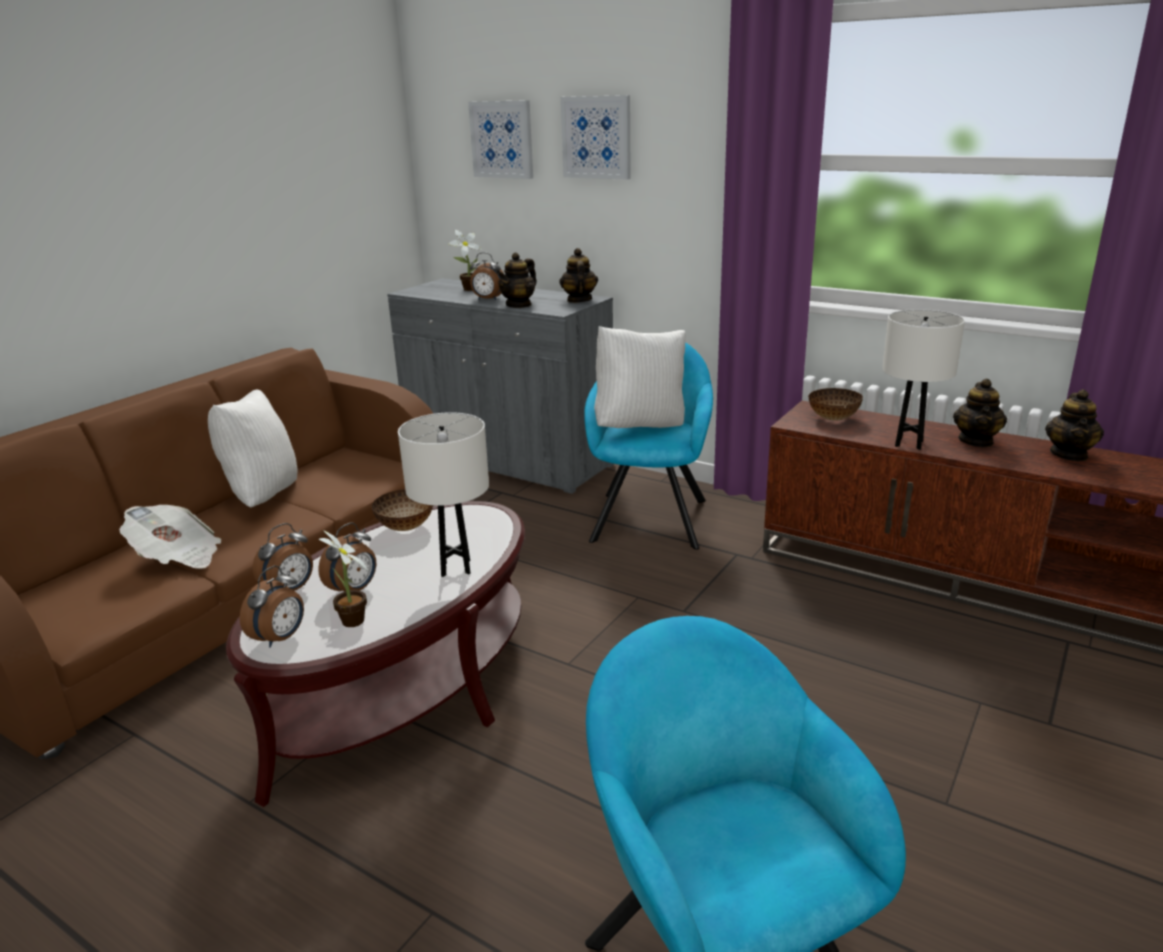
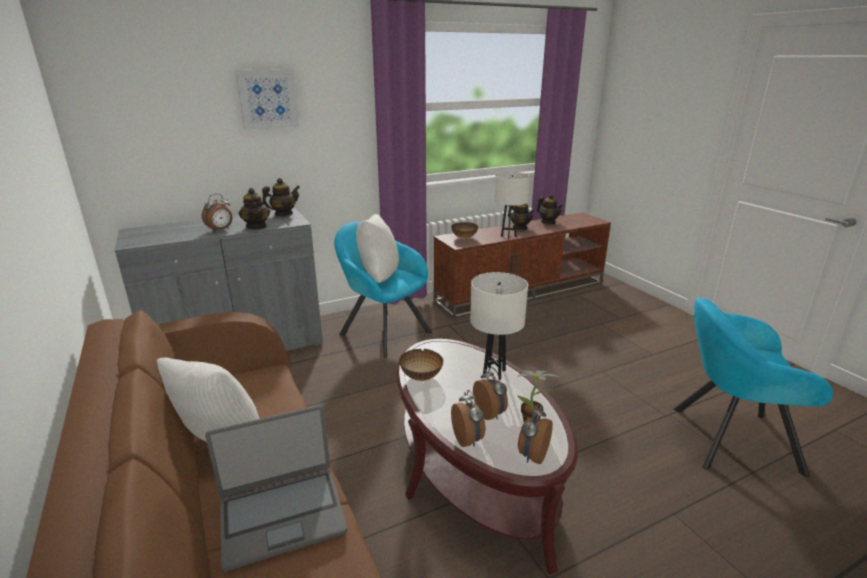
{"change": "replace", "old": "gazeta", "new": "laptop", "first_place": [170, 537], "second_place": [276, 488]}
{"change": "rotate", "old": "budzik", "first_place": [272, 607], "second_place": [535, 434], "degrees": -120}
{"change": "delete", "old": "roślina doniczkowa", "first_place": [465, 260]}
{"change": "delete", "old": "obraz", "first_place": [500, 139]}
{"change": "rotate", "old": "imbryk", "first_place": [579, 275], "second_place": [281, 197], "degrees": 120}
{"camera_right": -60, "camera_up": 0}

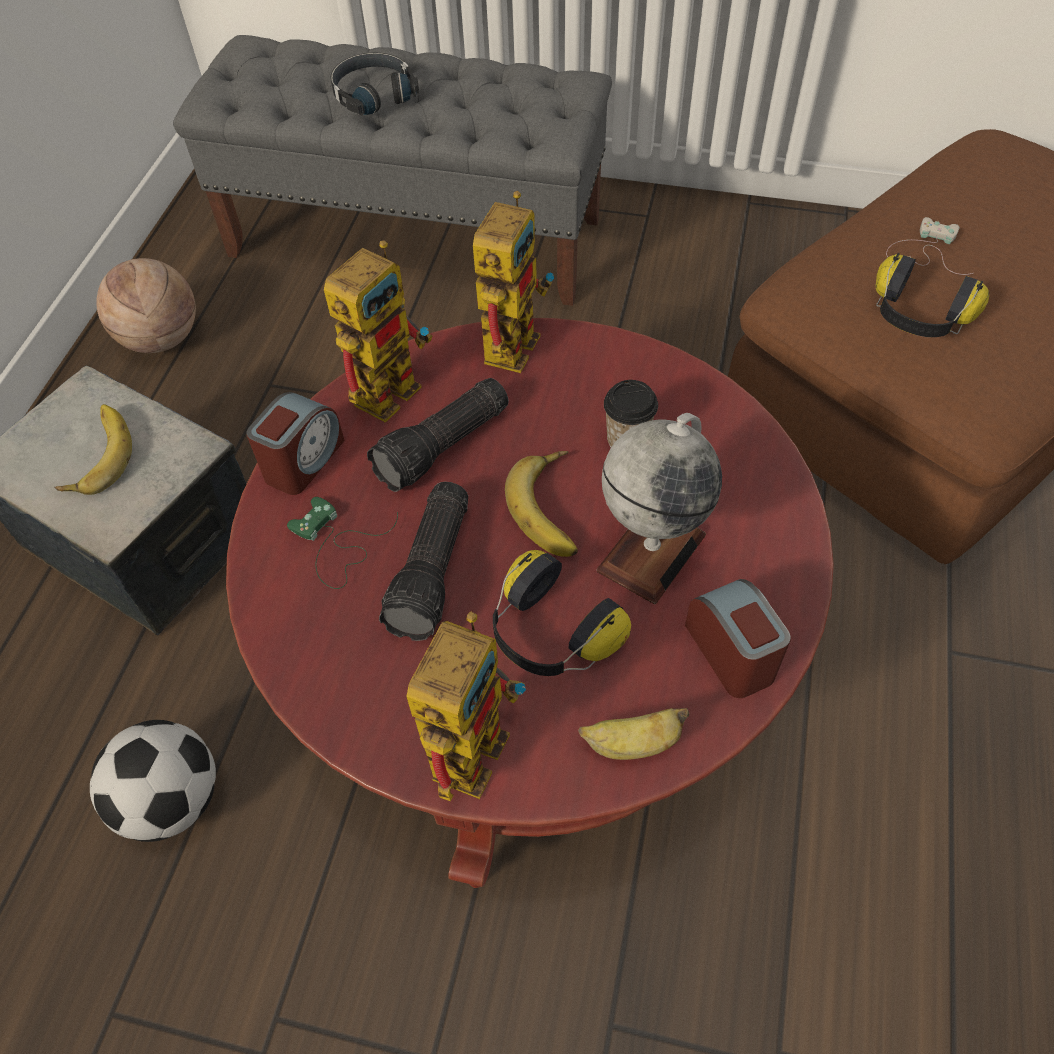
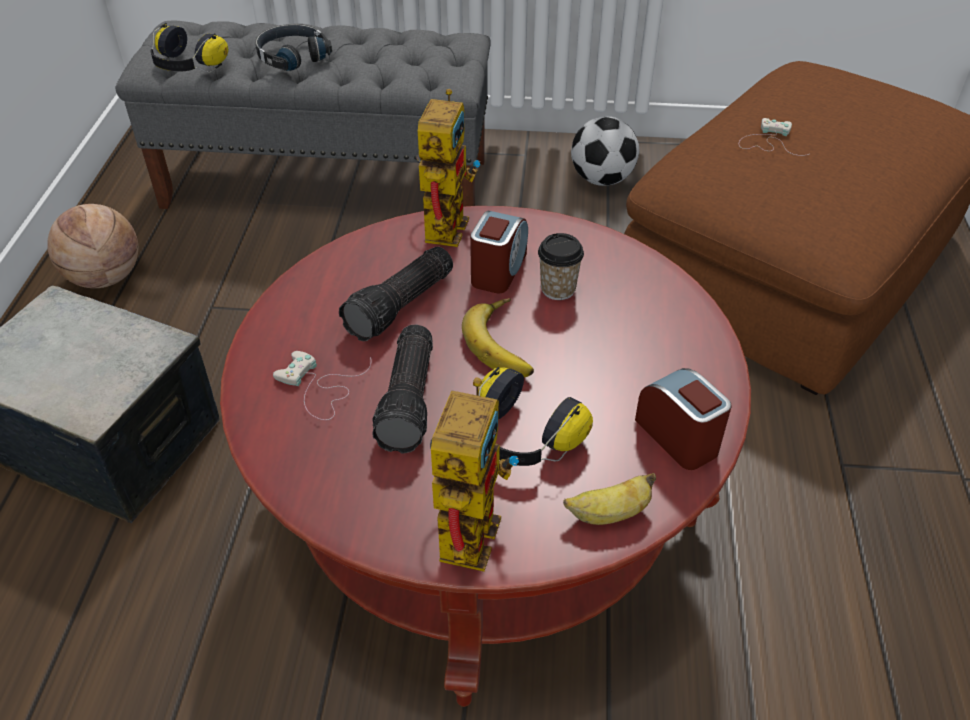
{"change": "delete", "old": "banan", "first_place": [93, 449]}
{"change": "move", "old": "piłka futbolowa", "first_place": [153, 781], "second_place": [605, 151]}
{"change": "move", "old": "budzik", "first_place": [295, 443], "second_place": [499, 252]}
{"change": "recolor", "old": "pad do gier [zielony]", "new": "pad do gier [biały]", "first_place": [342, 543], "second_place": [322, 385]}
{"change": "delete", "old": "robot zabawkowy", "first_place": [378, 331]}
{"change": "delete", "old": "globus", "first_place": [659, 508]}
{"change": "move", "old": "słuchawki", "first_place": [932, 295], "second_place": [190, 48]}
{"camera_right": -10, "camera_up": -10}

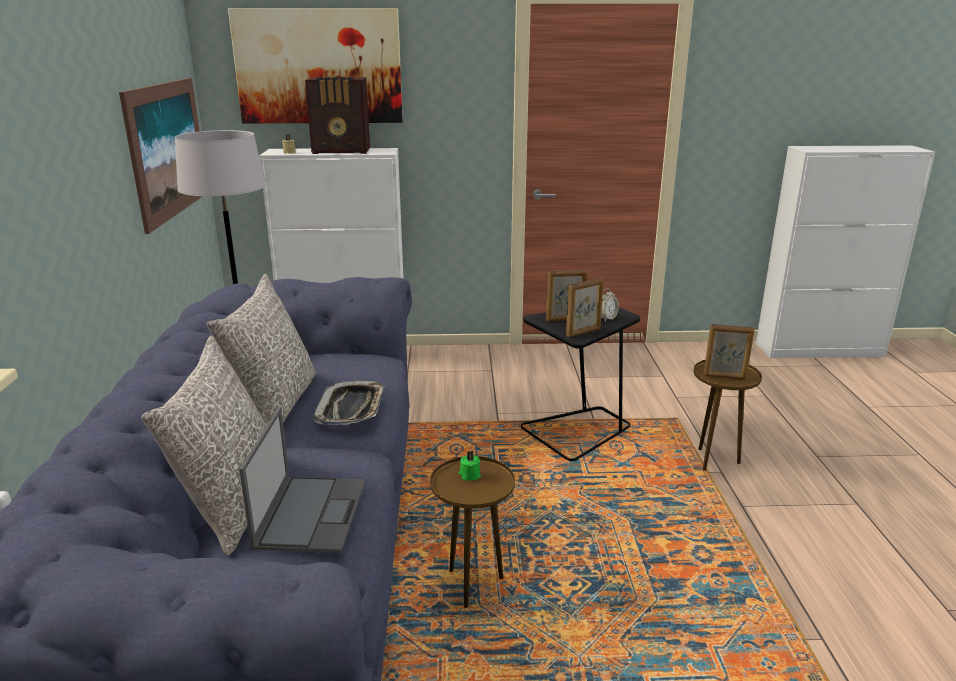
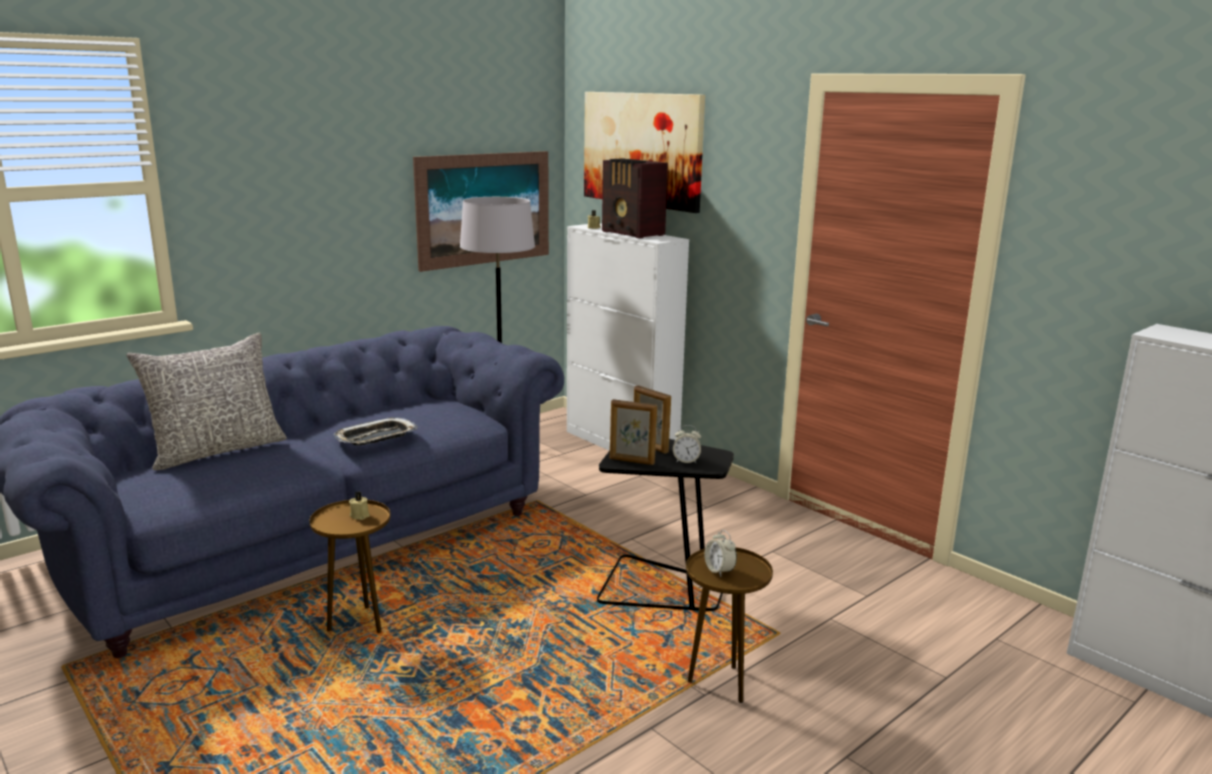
{"change": "delete", "old": "poduszka [szary]", "first_place": [261, 350]}
{"change": "delete", "old": "laptop", "first_place": [302, 480]}
{"change": "recolor", "old": "świeca [zielony]", "new": "świeca [beżowy]", "first_place": [469, 465], "second_place": [359, 506]}
{"change": "replace", "old": "ramka na zdjęcie", "new": "budzik", "first_place": [729, 352], "second_place": [720, 553]}
{"camera_right": 50, "camera_up": -5}

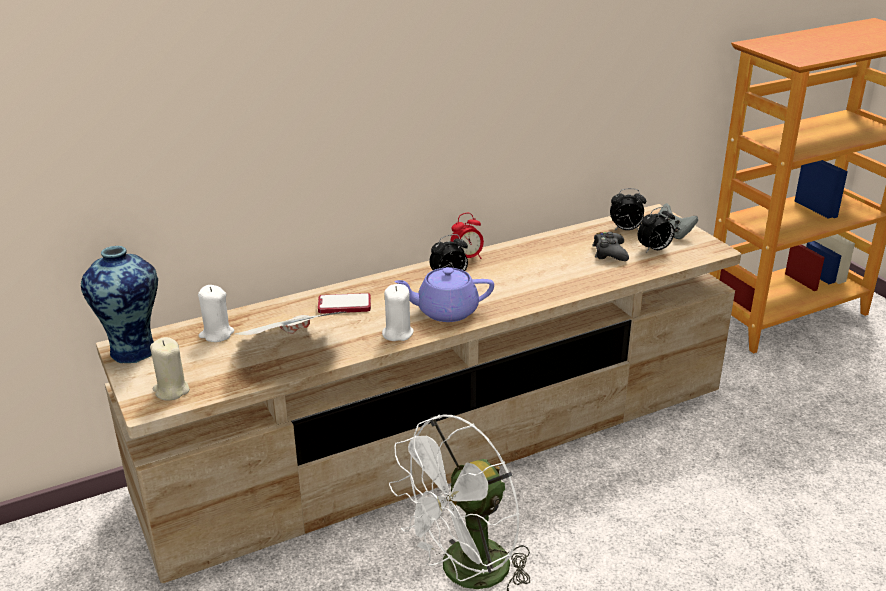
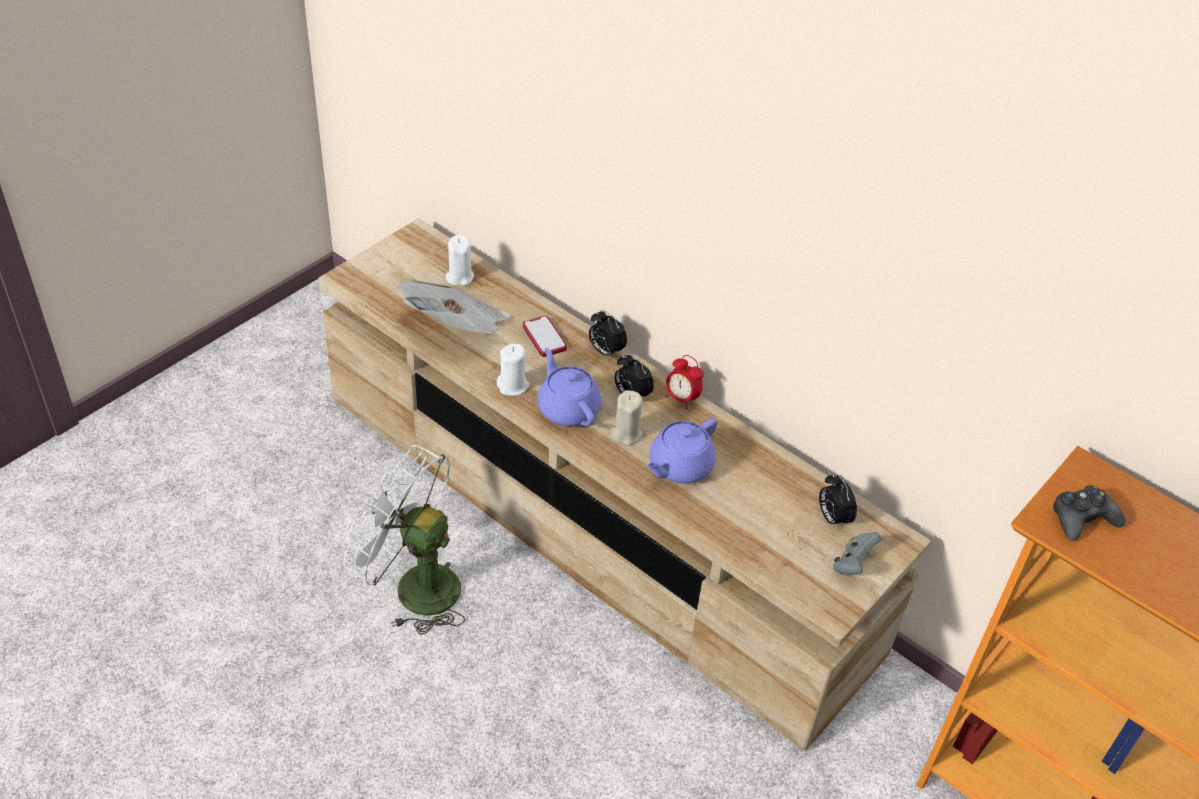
{"change": "delete", "old": "wazon", "first_place": [119, 304]}
{"change": "move", "old": "świeca [beżowy]", "first_place": [170, 369], "second_place": [626, 418]}
{"change": "move", "old": "pad do gier [czarny]", "first_place": [610, 246], "second_place": [1089, 513]}
{"change": "move", "old": "budzik", "first_place": [656, 229], "second_place": [608, 334]}
{"change": "insert", "new": "imbryk [fioletowy]", "second_place": [682, 450]}
{"camera_right": 65, "camera_up": 15}

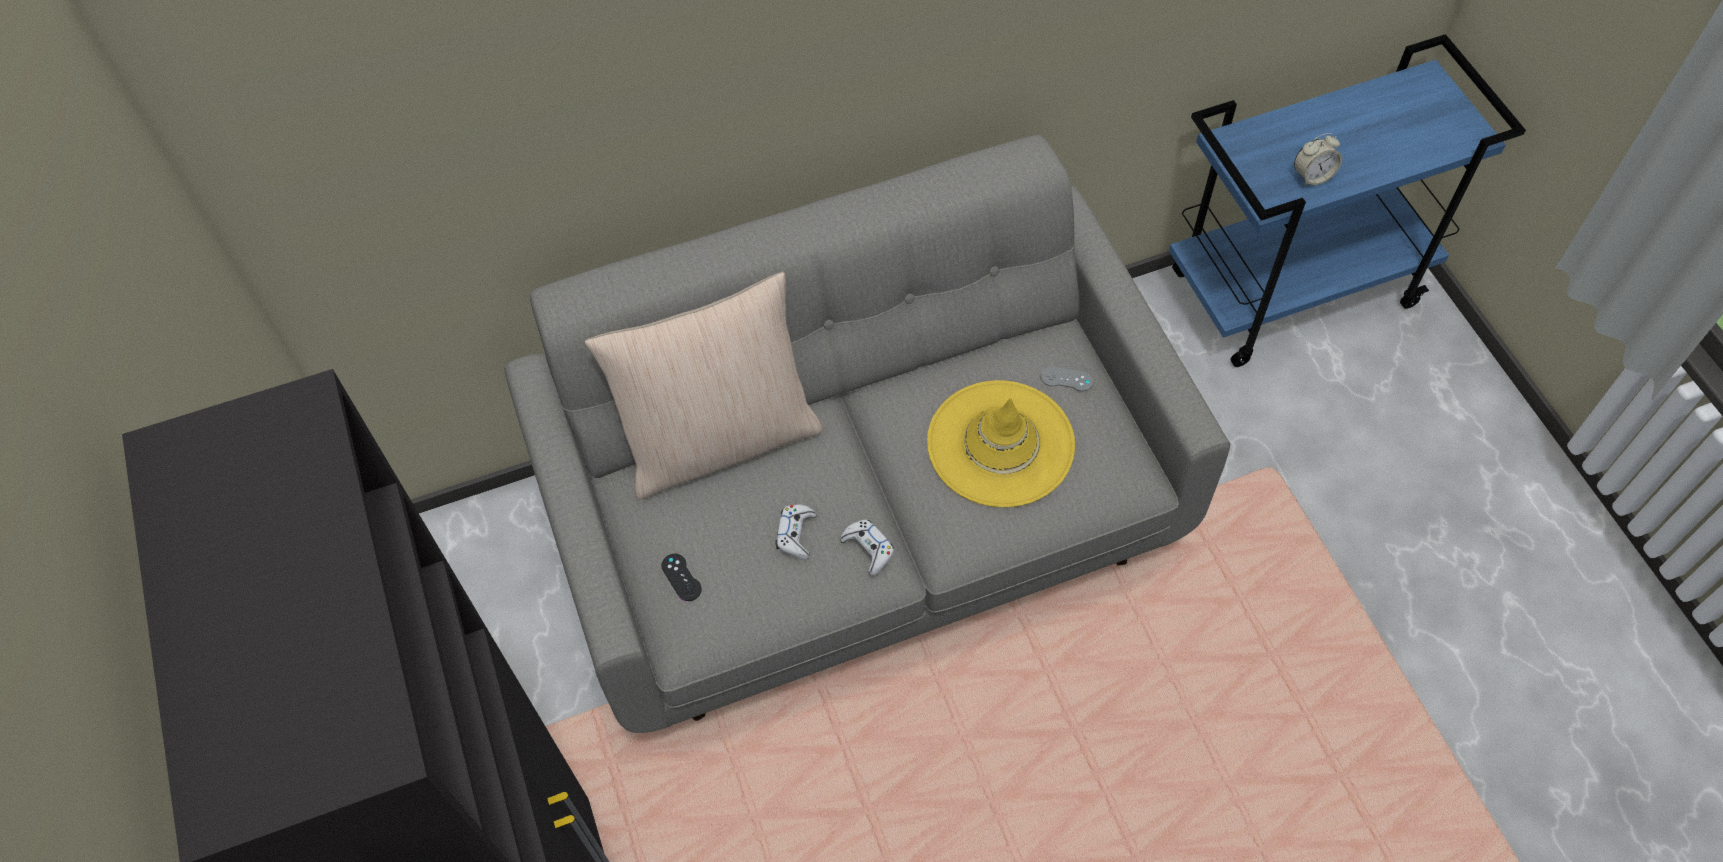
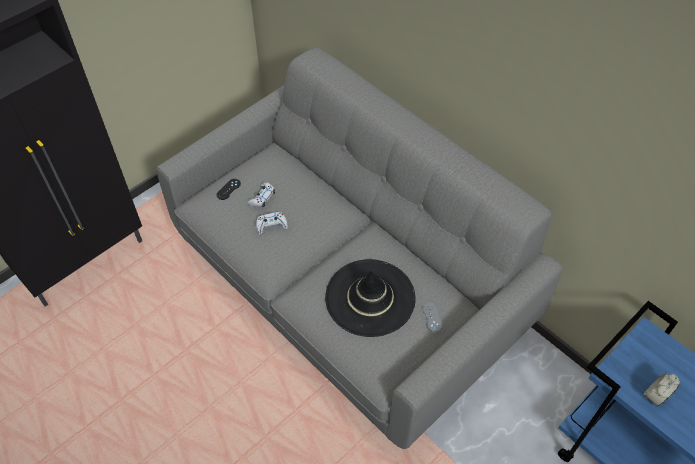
{"change": "delete", "old": "poduszka [beżowy]", "first_place": [703, 386]}
{"change": "move", "old": "pad do gier [biały]", "first_place": [867, 547], "second_place": [261, 194]}
{"change": "recolor", "old": "kapelusz [żółty]", "new": "kapelusz [czarny]", "first_place": [1001, 444], "second_place": [370, 298]}
{"change": "rotate", "old": "budzik", "first_place": [1318, 159], "second_place": [662, 389], "degrees": 90}
{"camera_right": 65, "camera_up": -5}

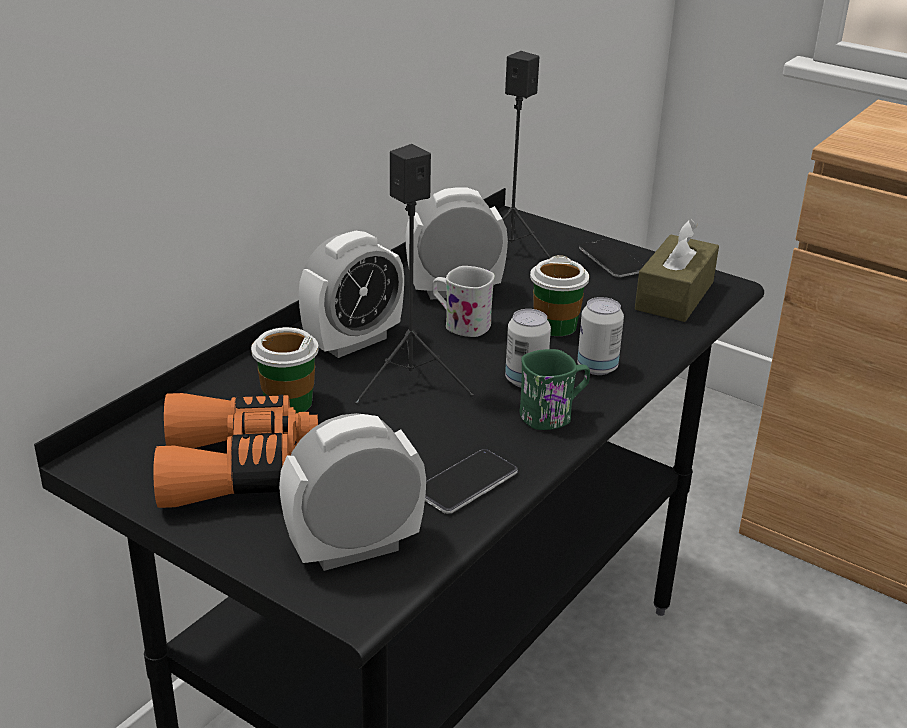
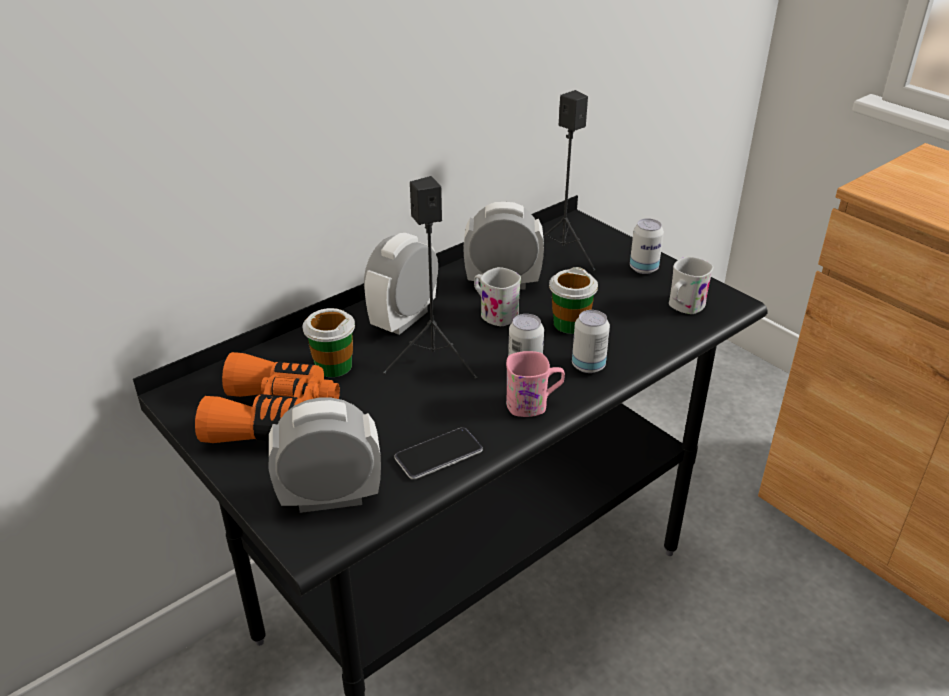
{"change": "rotate", "old": "budzik", "first_place": [351, 294], "second_place": [401, 284], "degrees": 150}
{"change": "recolor", "old": "kubek [zielony]", "new": "kubek [różowy]", "first_place": [555, 389], "second_place": [535, 384]}
{"change": "replace", "old": "telefon", "new": "puszka", "first_place": [611, 258], "second_place": [647, 246]}
{"change": "replace", "old": "pudełko chusteczek [brązowy]", "new": "kubek [biały]", "first_place": [677, 270], "second_place": [691, 285]}
{"camera_right": 15, "camera_up": 5}

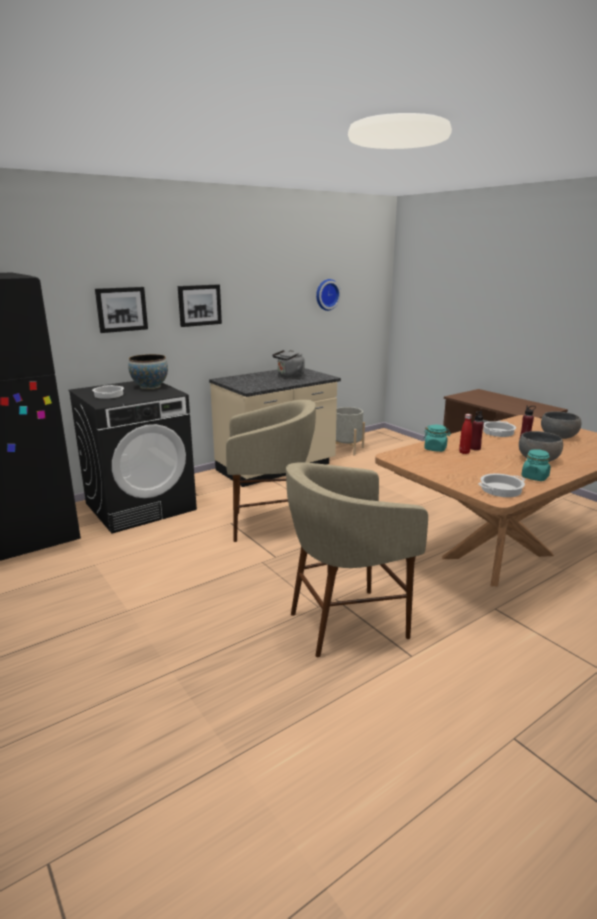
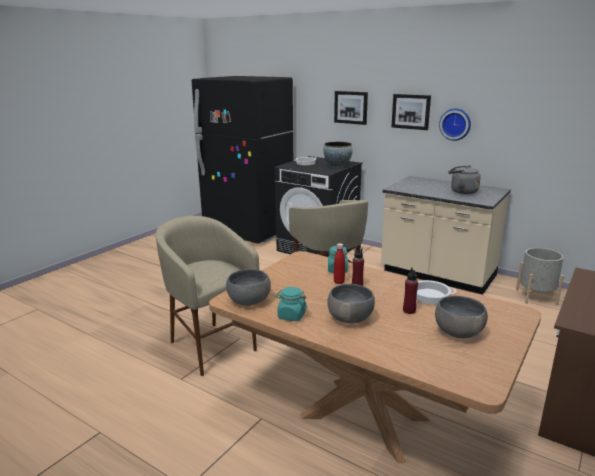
{"change": "move", "old": "zegar ścienny", "first_place": [328, 295], "second_place": [455, 125]}
{"change": "replace", "old": "garnek", "new": "miska [szary]", "first_place": [502, 485], "second_place": [248, 287]}
{"camera_right": 70, "camera_up": 0}

